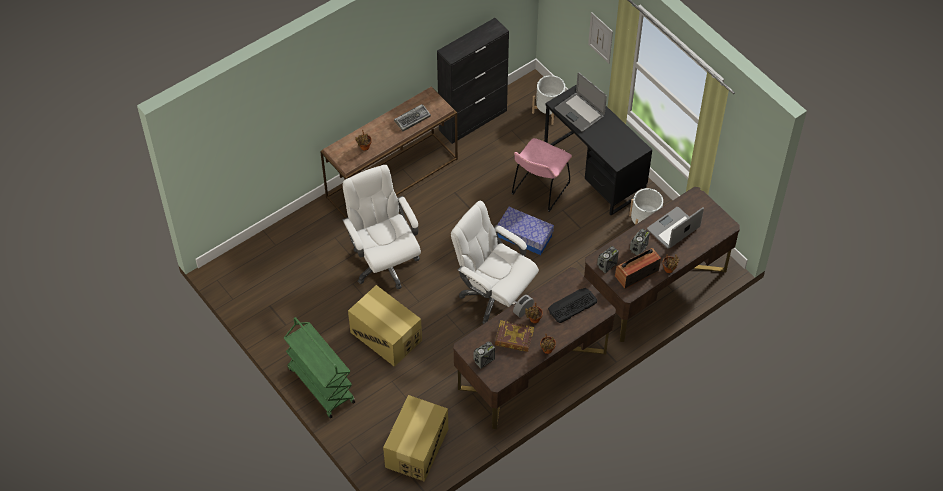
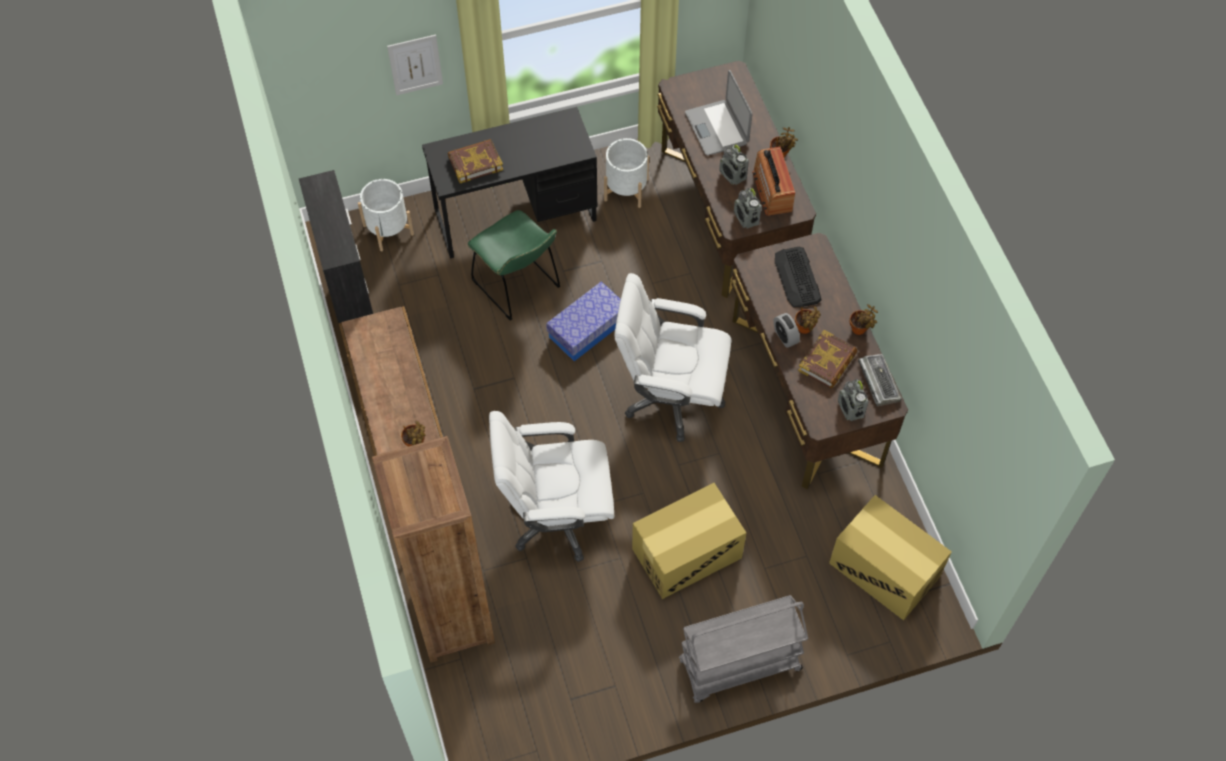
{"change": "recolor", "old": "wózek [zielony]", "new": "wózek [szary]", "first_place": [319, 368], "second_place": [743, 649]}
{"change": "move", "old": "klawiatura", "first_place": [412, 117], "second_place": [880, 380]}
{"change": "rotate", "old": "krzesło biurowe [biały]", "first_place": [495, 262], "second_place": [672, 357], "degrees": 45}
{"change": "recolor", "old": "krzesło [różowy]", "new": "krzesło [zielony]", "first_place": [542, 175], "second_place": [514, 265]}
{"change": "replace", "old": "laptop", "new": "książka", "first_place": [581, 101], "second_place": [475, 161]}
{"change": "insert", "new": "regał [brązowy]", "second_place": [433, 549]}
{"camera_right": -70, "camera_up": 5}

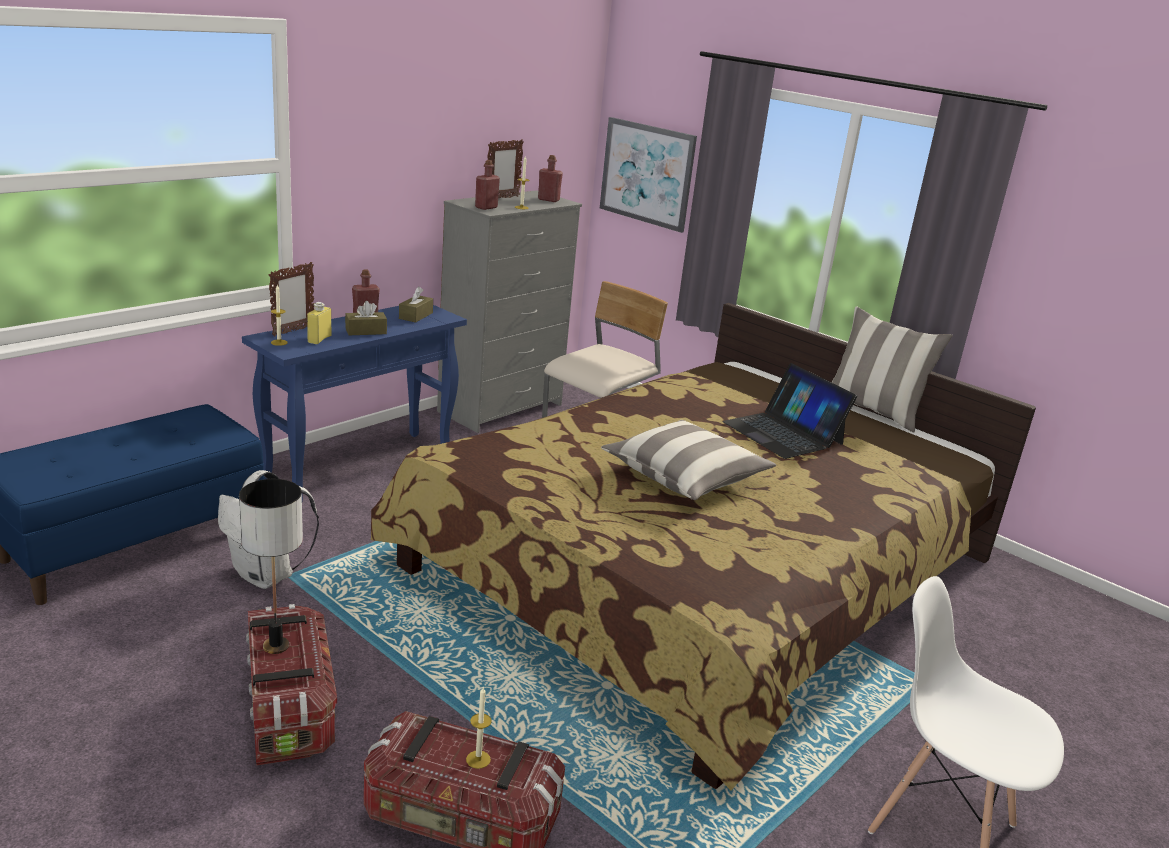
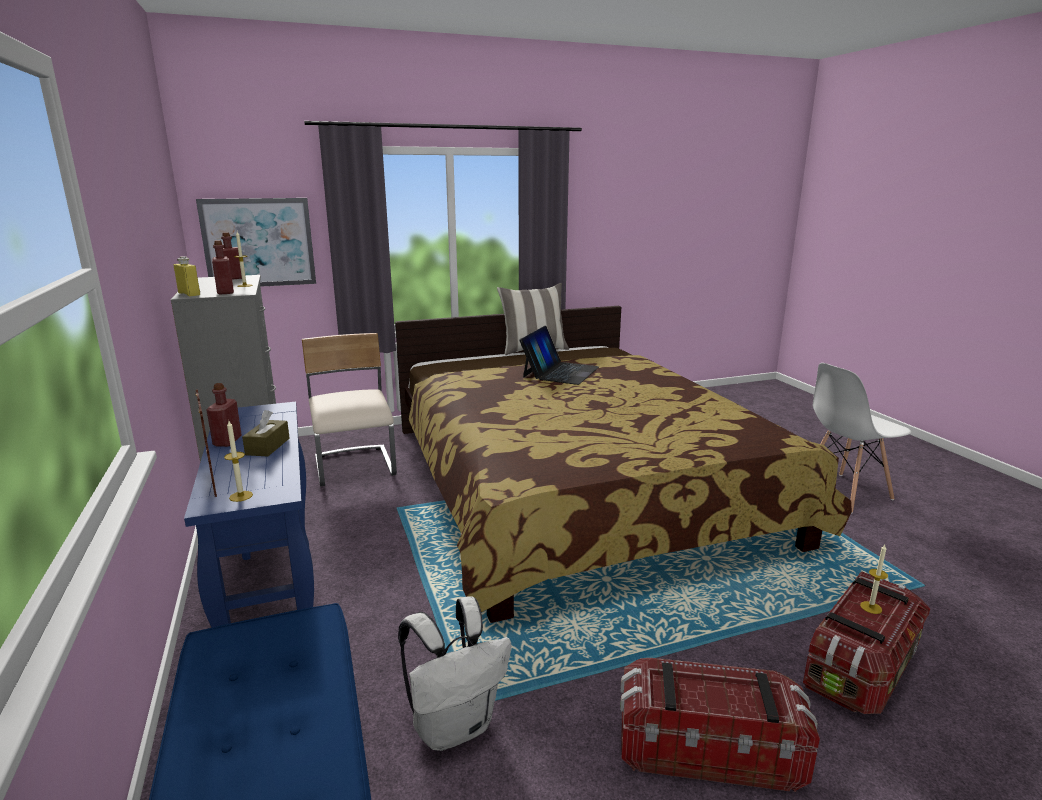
{"change": "delete", "old": "lampa stołowa", "first_place": [271, 566]}
{"change": "move", "old": "butelka [żółty]", "first_place": [319, 323], "second_place": [187, 276]}
{"change": "delete", "old": "pudełko chusteczek [brązowy]", "first_place": [416, 305]}
{"change": "delete", "old": "ramka na zdjęcie", "first_place": [506, 168]}
{"change": "delete", "old": "poduszka", "first_place": [688, 460]}
{"change": "rotate", "old": "laptop", "first_place": [790, 411], "second_place": [559, 355], "degrees": -60}
{"camera_right": -60, "camera_up": -5}

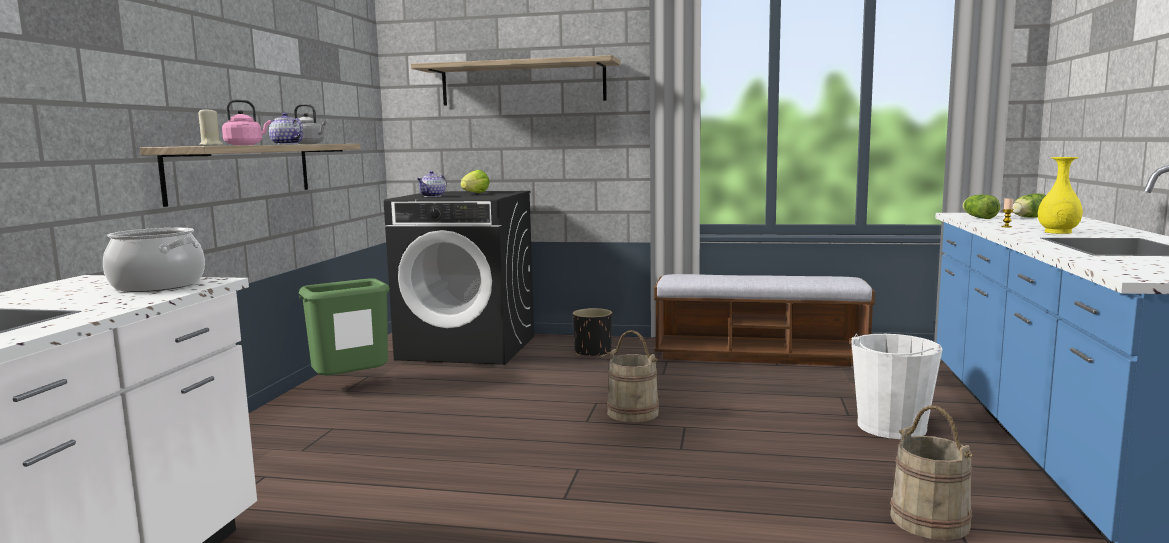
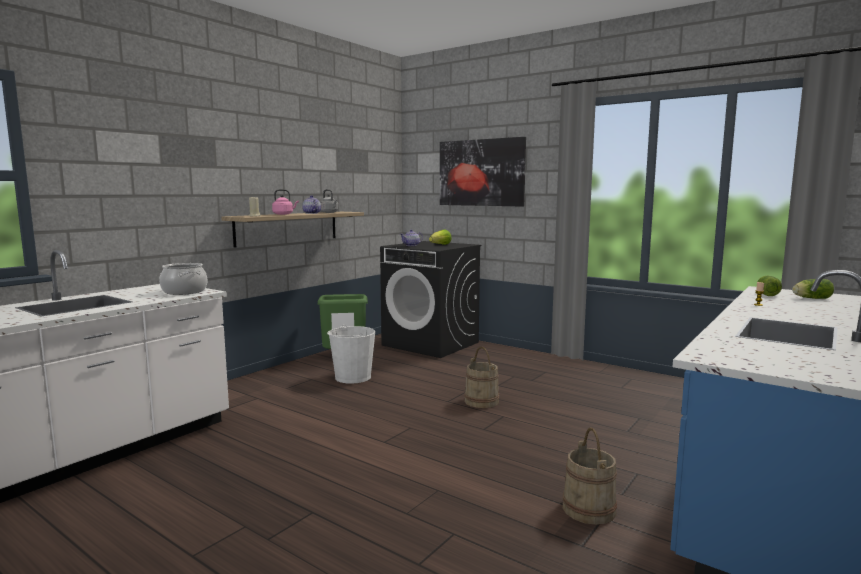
{"change": "replace", "old": "półka", "new": "obraz", "first_place": [515, 80], "second_place": [483, 171]}
{"change": "delete", "old": "donica [czarny]", "first_place": [592, 332]}
{"change": "delete", "old": "ławka", "first_place": [764, 320]}
{"change": "move", "old": "wiadro [biały]", "first_place": [897, 386], "second_place": [351, 354]}
{"change": "delete", "old": "wazon [żółty]", "first_place": [1060, 195]}
{"camera_right": 25, "camera_up": 0}

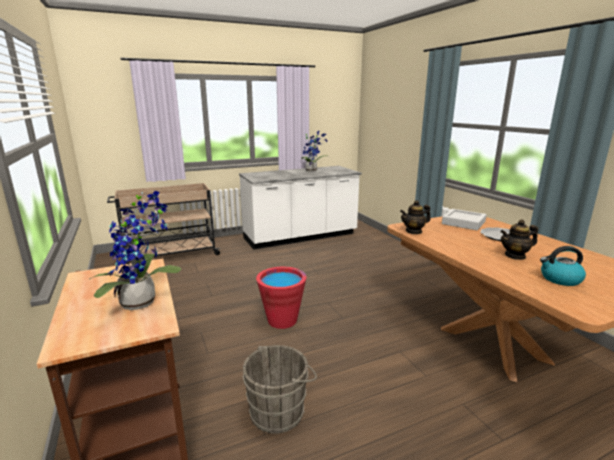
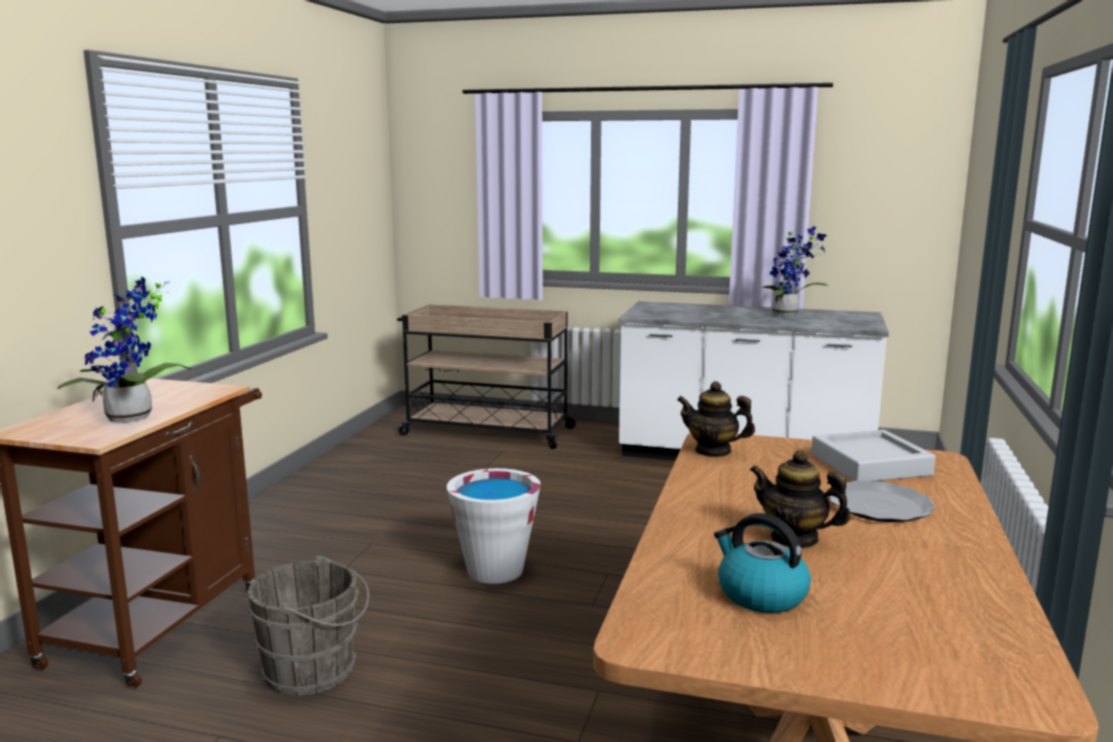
{"change": "recolor", "old": "wiadro [czerwony]", "new": "wiadro [biały]", "first_place": [281, 298], "second_place": [494, 526]}
{"camera_right": 40, "camera_up": -5}

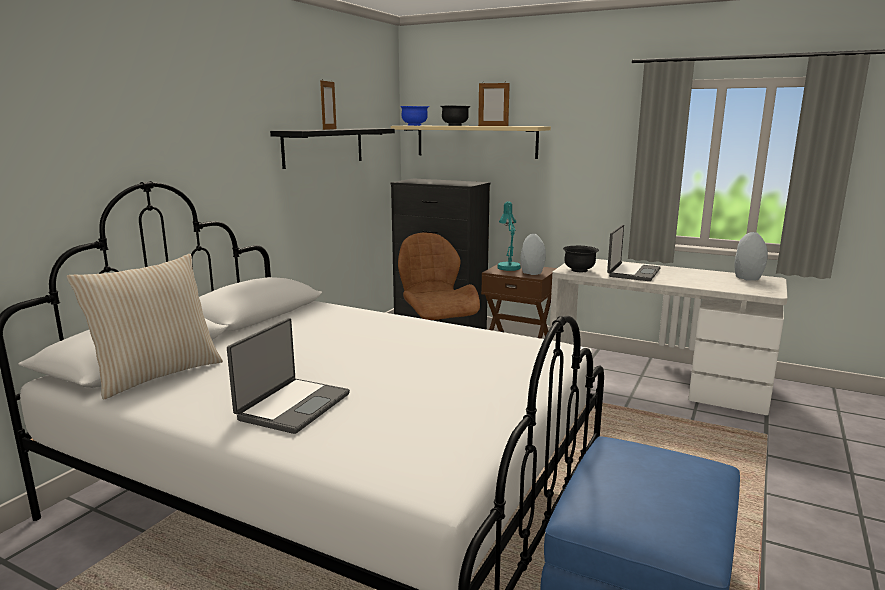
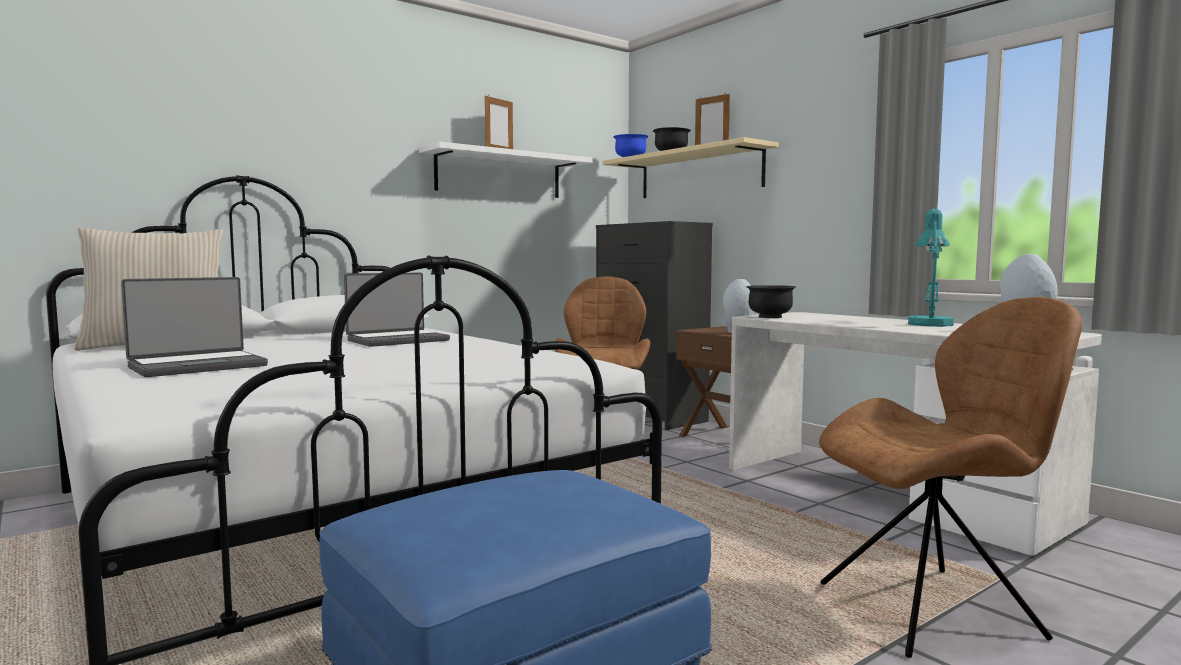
{"change": "recolor", "old": "półka [czarny]", "new": "półka [biały]", "first_place": [332, 148], "second_place": [505, 170]}
{"change": "move", "old": "lampa stołowa [turkusowy]", "first_place": [509, 236], "second_place": [931, 268]}
{"change": "move", "old": "laptop", "first_place": [634, 253], "second_place": [397, 310]}
{"change": "insert", "new": "krzesło [brązowy]", "second_place": [950, 477]}
{"camera_right": 25, "camera_up": -10}

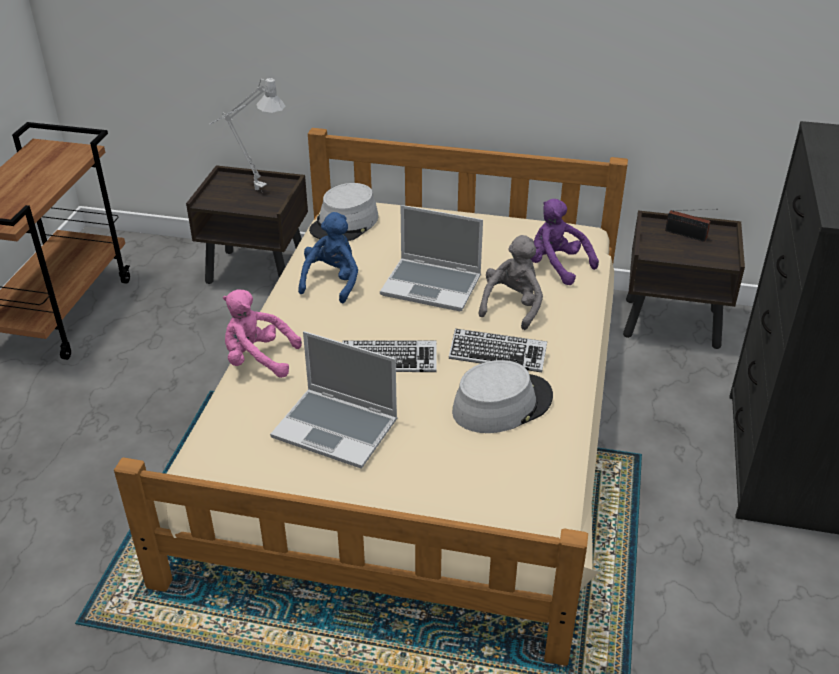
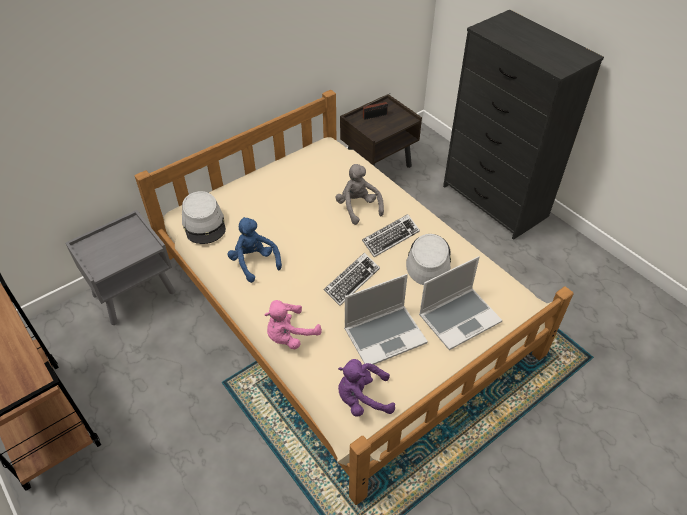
{"change": "recolor", "old": "szafka nocna [brązowy]", "new": "szafka nocna [szary]", "first_place": [247, 224], "second_place": [120, 267]}
{"change": "delete", "old": "lampa stołowa [szary]", "first_place": [247, 133]}
{"change": "move", "old": "laptop", "first_place": [431, 258], "second_place": [460, 303]}
{"change": "move", "old": "pluszak [fioletowy]", "first_place": [565, 242], "second_place": [366, 388]}
{"camera_right": -50, "camera_up": 10}

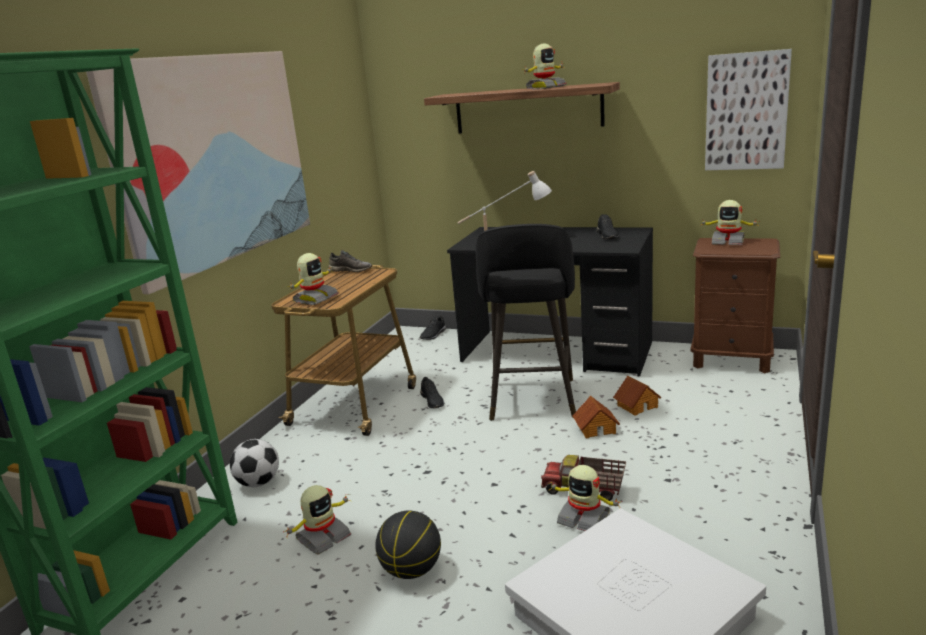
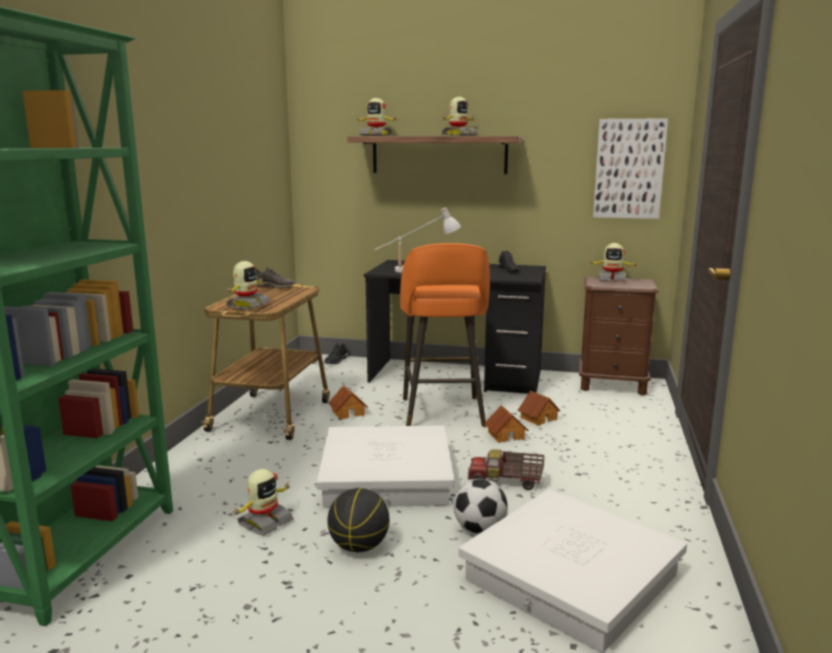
{"change": "delete", "old": "obraz", "first_place": [198, 172]}
{"change": "move", "old": "piłka futbolowa", "first_place": [254, 463], "second_place": [481, 506]}
{"change": "replace", "old": "but [czarny]", "new": "domek", "first_place": [432, 392], "second_place": [348, 402]}
{"change": "recolor", "old": "stołek [czarny]", "new": "stołek [pomarańczowy]", "first_place": [526, 322], "second_place": [445, 335]}
{"change": "move", "old": "robot zabawkowy", "first_place": [585, 498], "second_place": [377, 117]}
{"change": "insert", "new": "pojemnik do przechowywania [biały]", "second_place": [385, 467]}
{"camera_right": -10, "camera_up": -5}

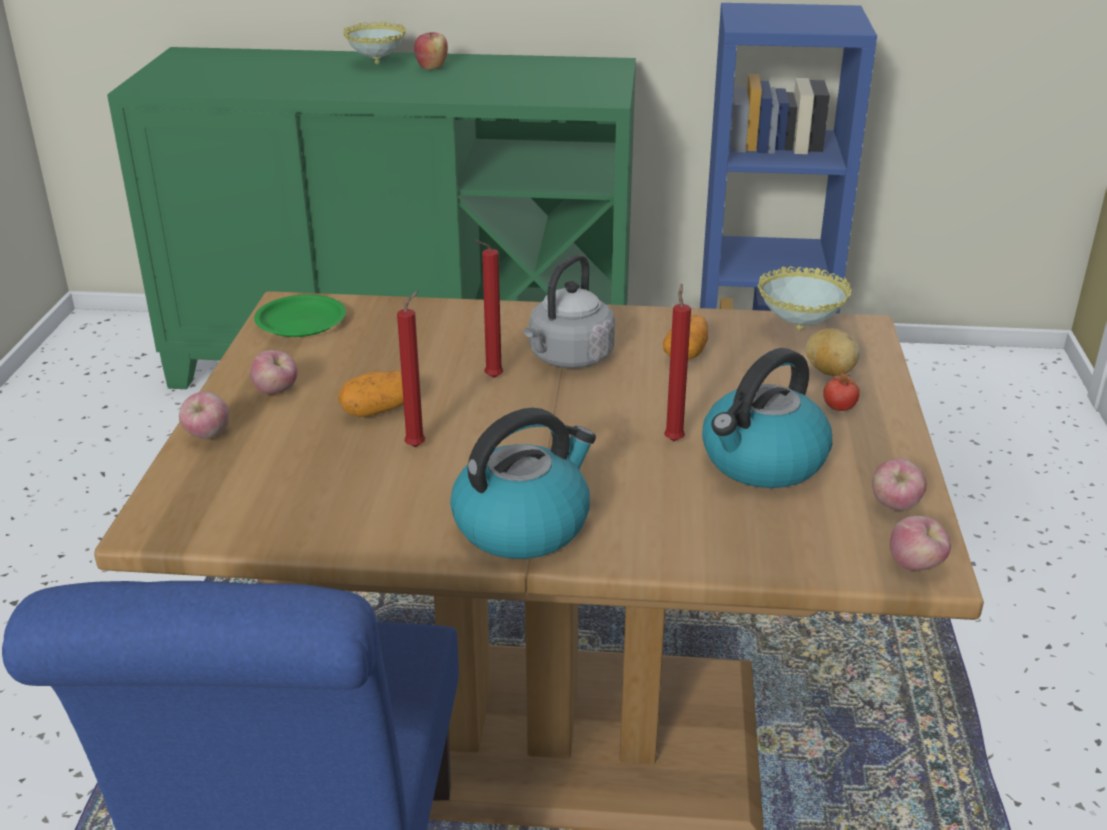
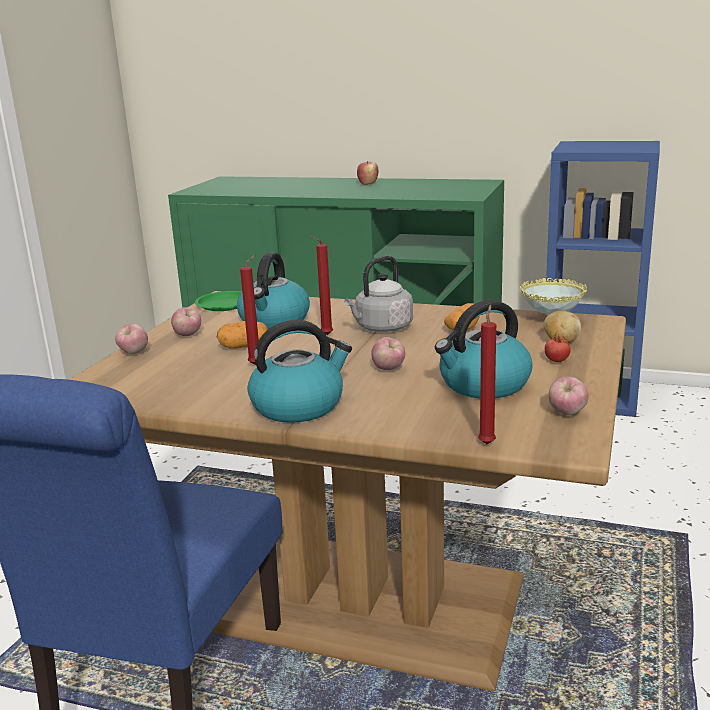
{"change": "delete", "old": "miska", "first_place": [374, 43]}
{"change": "move", "old": "świeca [czerwony]", "first_place": [677, 362], "second_place": [487, 374]}
{"change": "move", "old": "jabłko", "first_place": [920, 543], "second_place": [388, 353]}
{"change": "insert", "new": "czajnik", "second_place": [273, 291]}
{"camera_right": 15, "camera_up": -10}

